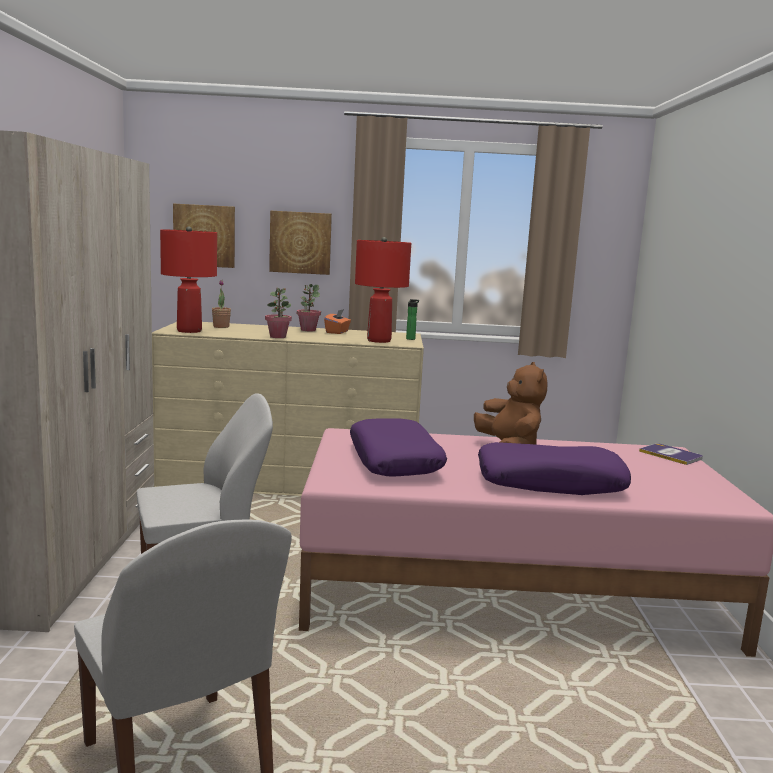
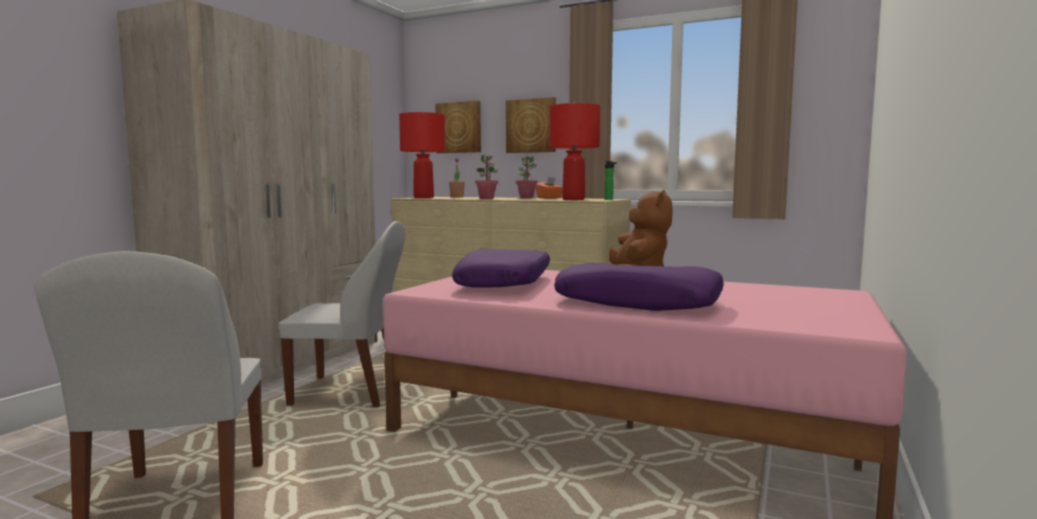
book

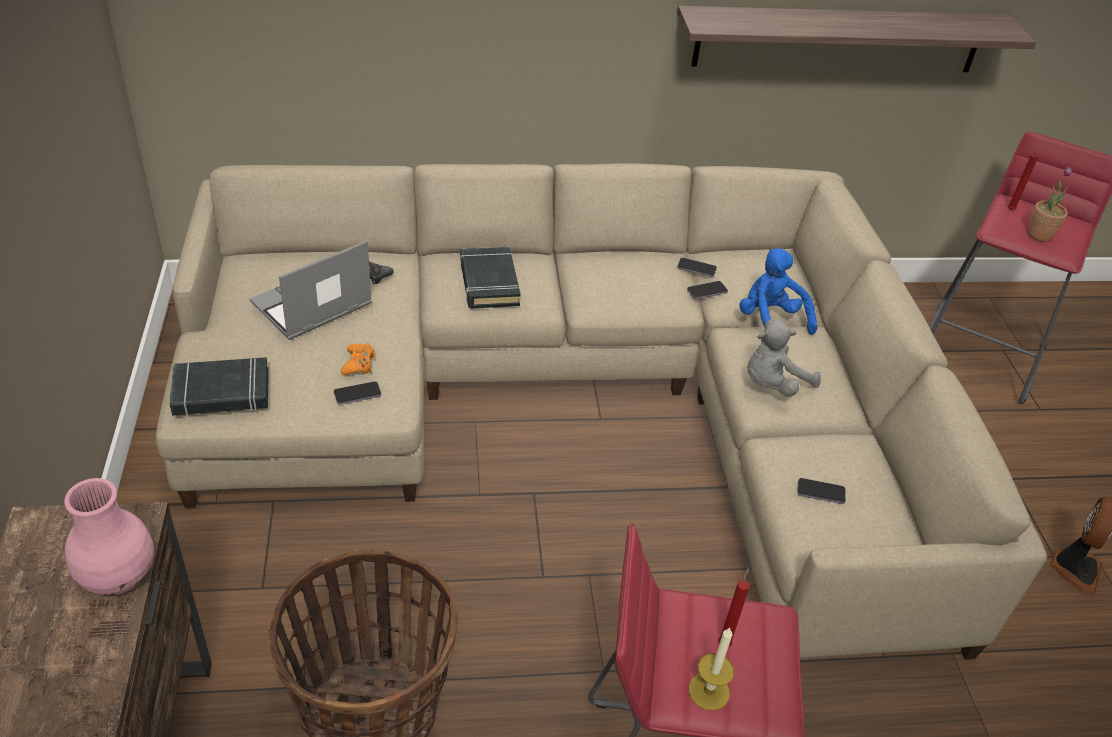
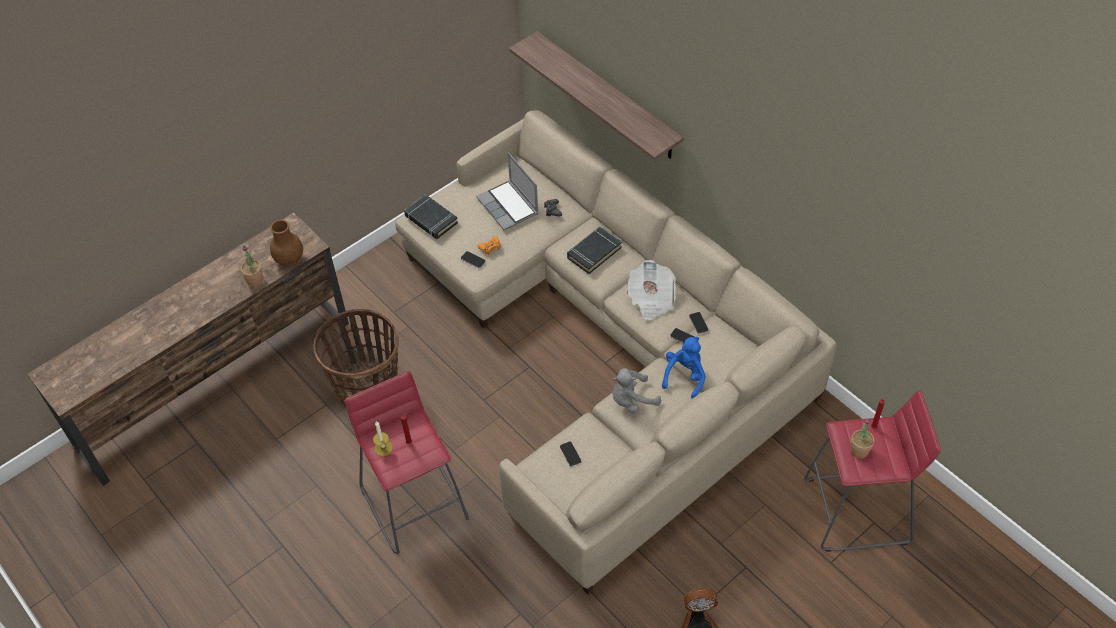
potted plant (no. 1 from left)
newspaper
bracket shelf
flower vase (brownish)
portable computer
soft toy (gray)

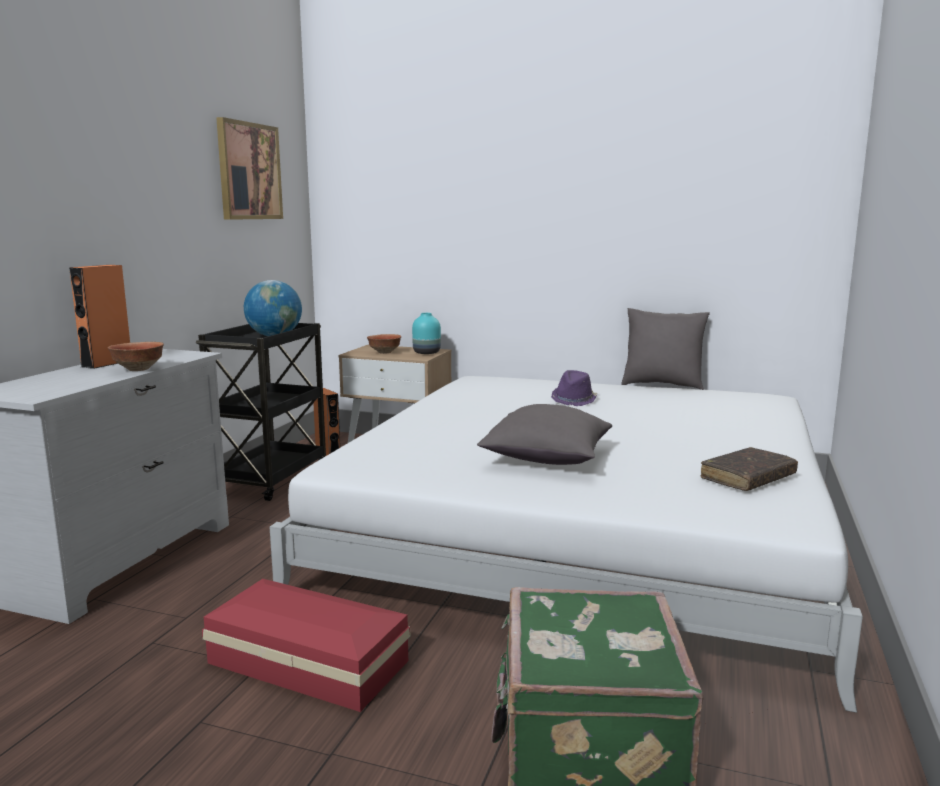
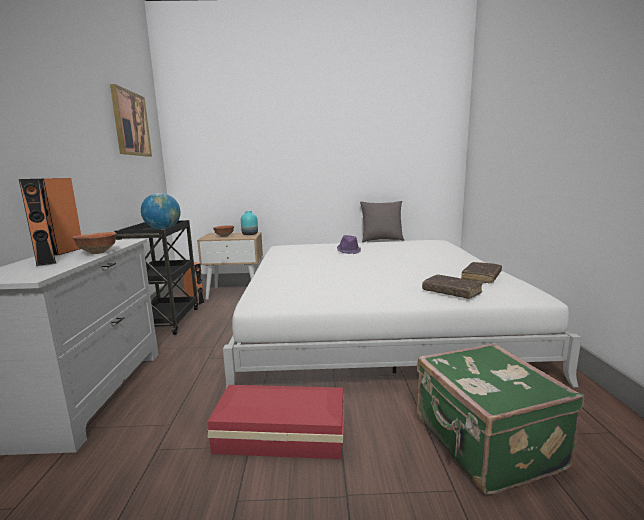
pillow (gray) (no. 1 from left in the first image)
speaker (orange-coloured) (no. 1 from left)
book (brownish) (no. 1 from left)

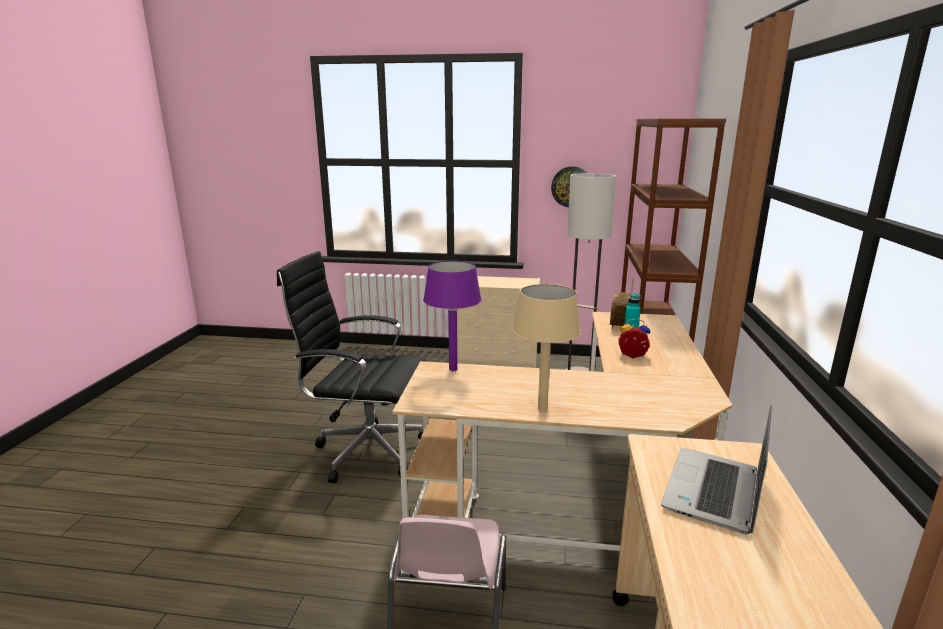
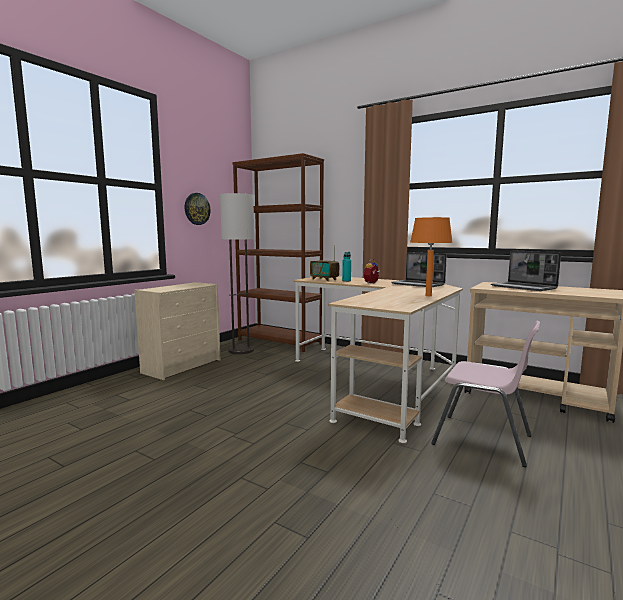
computer chair (blackish)
tabletop lamp (purplish)
portable computer (no. 1 from left)
tabletop lamp (orange-coloured)

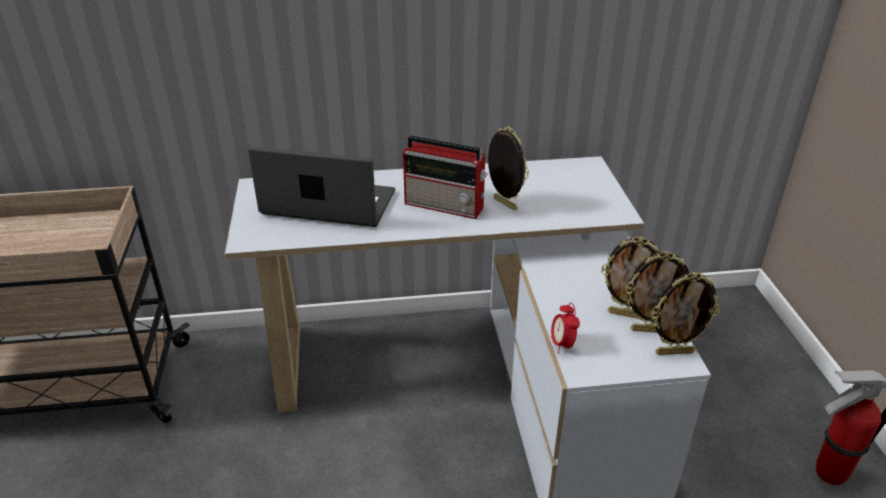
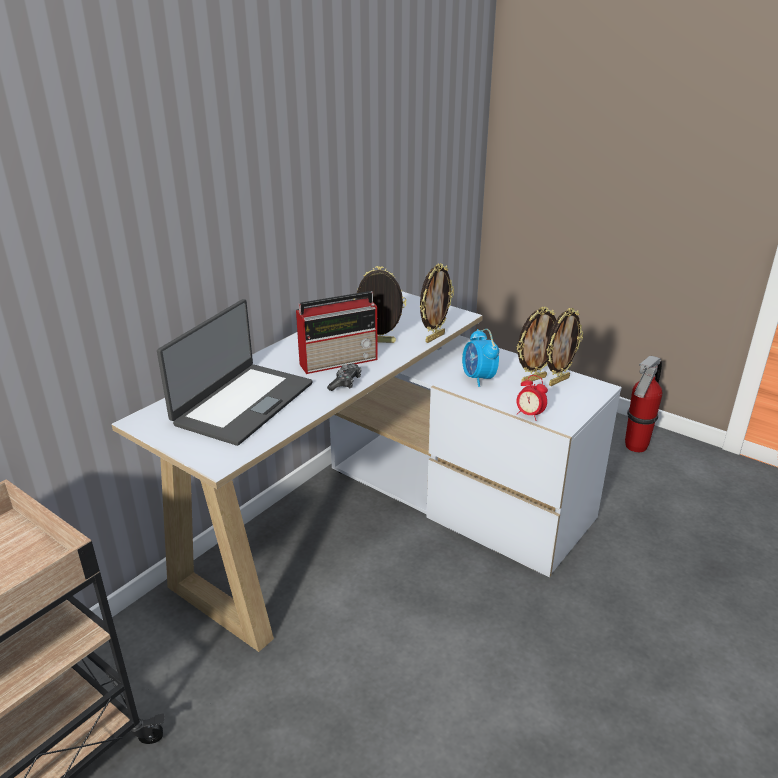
joypad
table clock (no. 1 from left)
standing frame (no. 2 from left)
portable computer

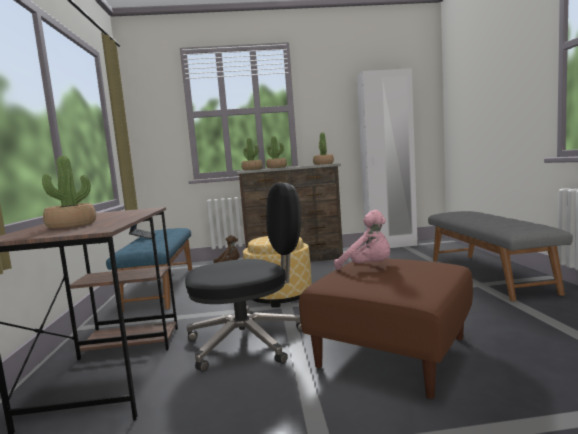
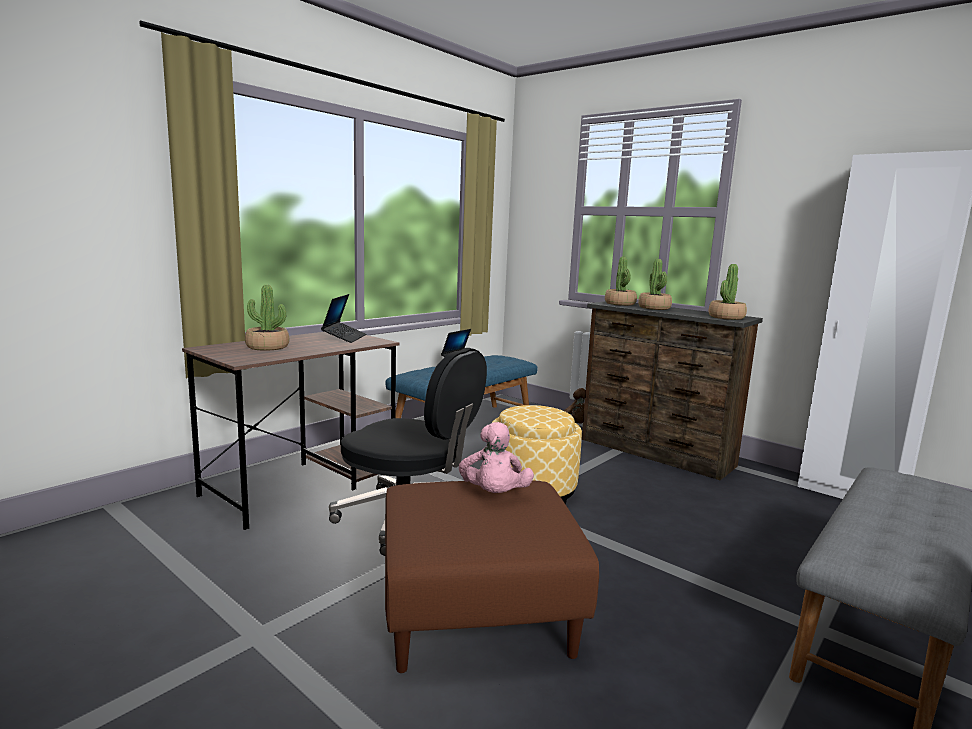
portable computer (no. 1 from left)

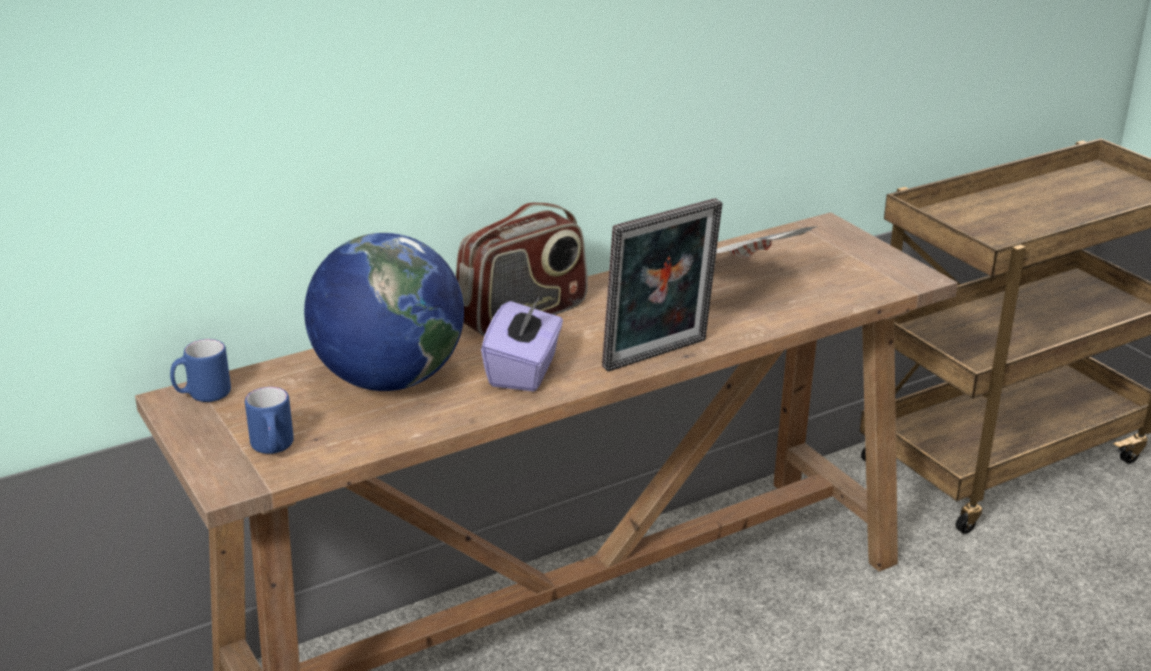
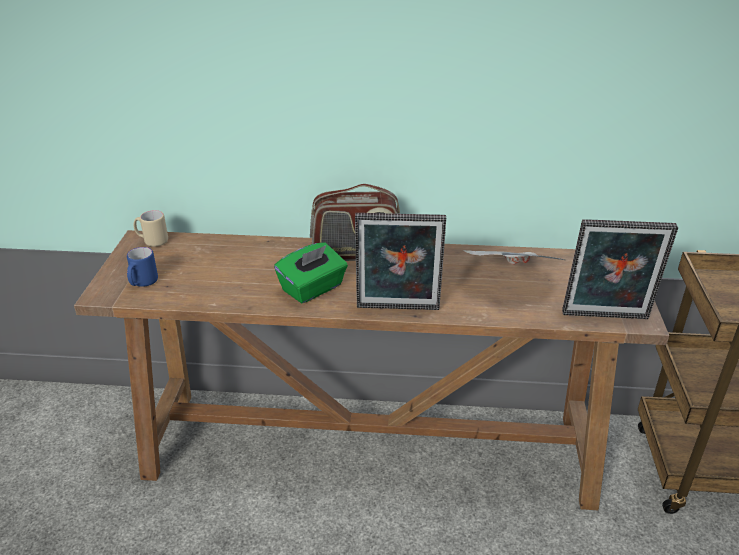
desk globe
standing frame (no. 2 from left)
mug (beige-coloured)
tissue box (green-coloured)

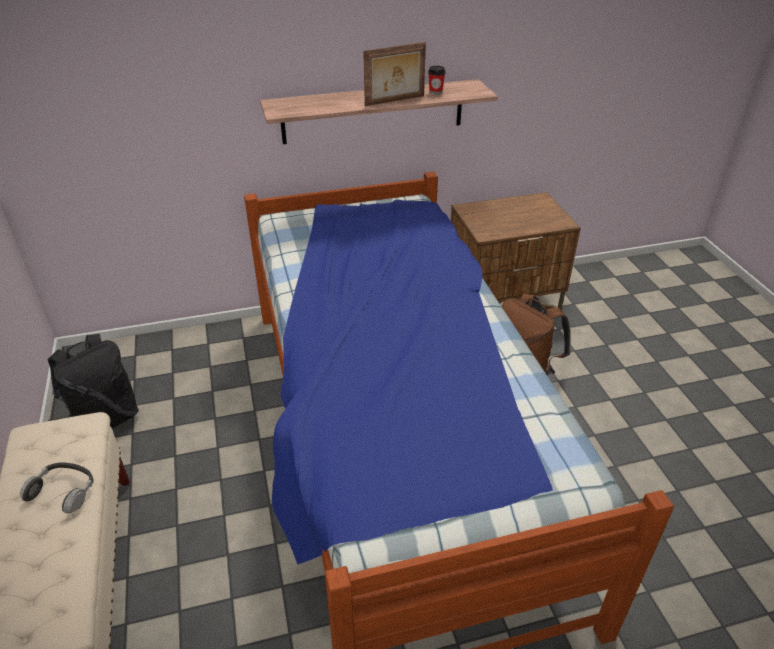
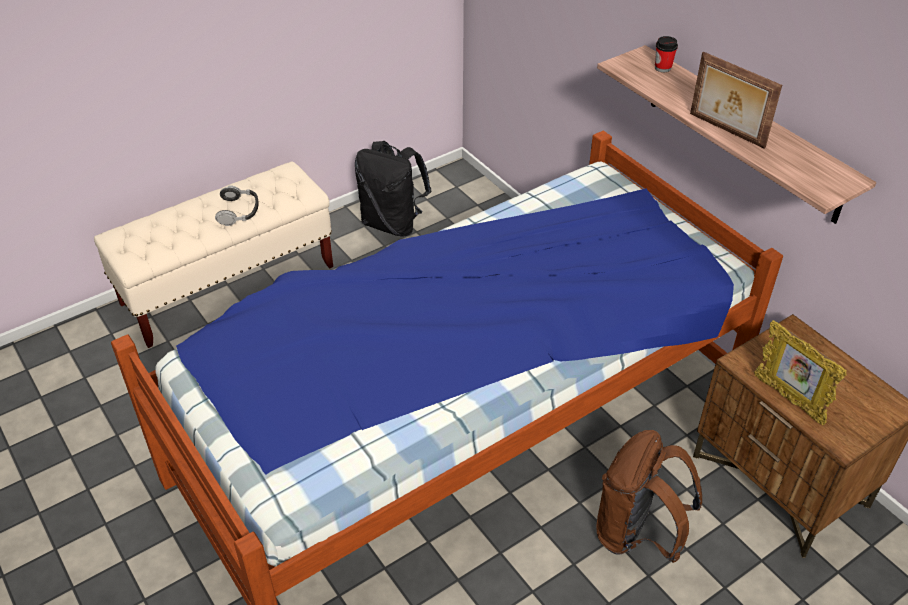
standing frame (no. 2 from left)
cup

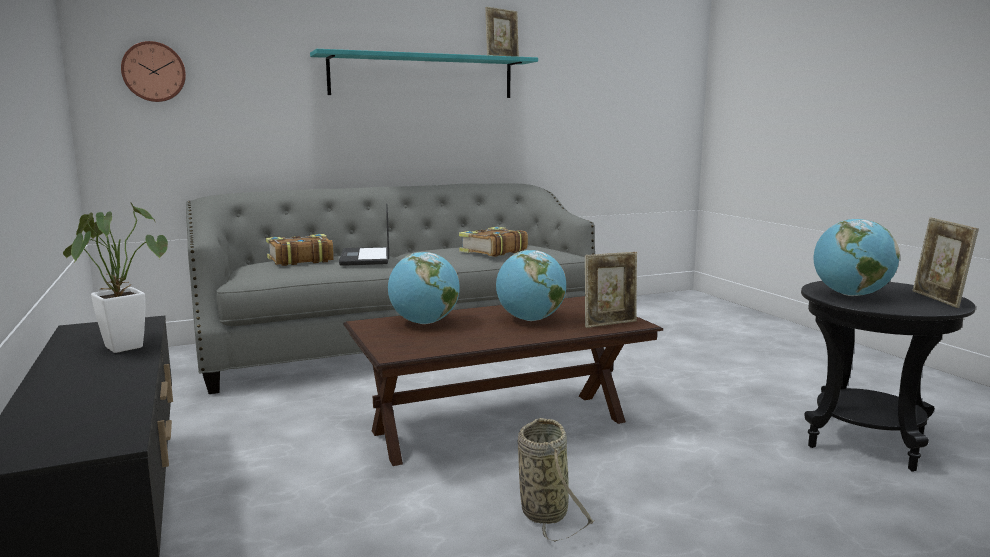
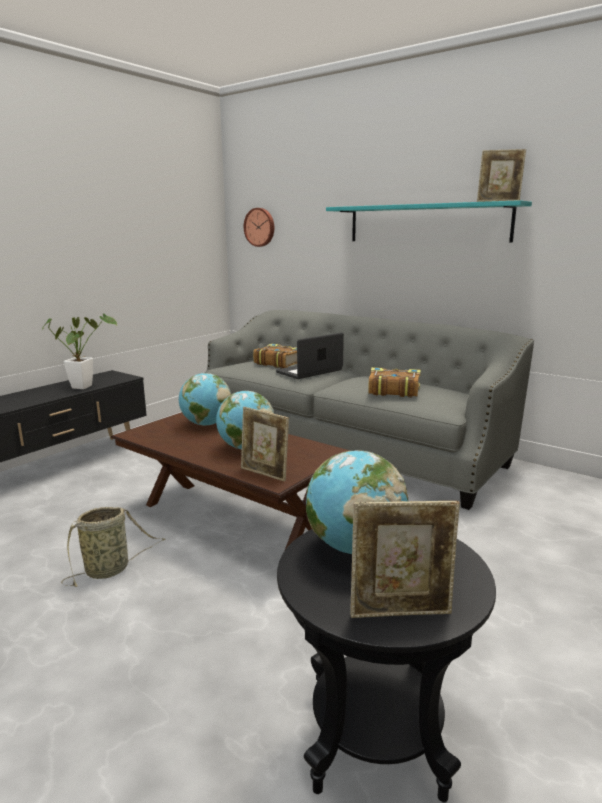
standing frame (no. 2 from left)

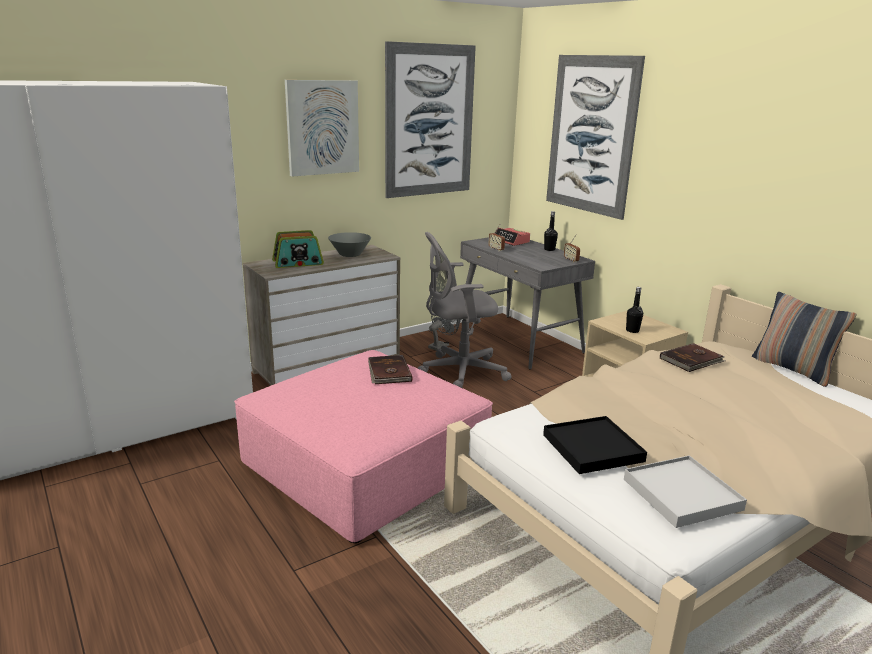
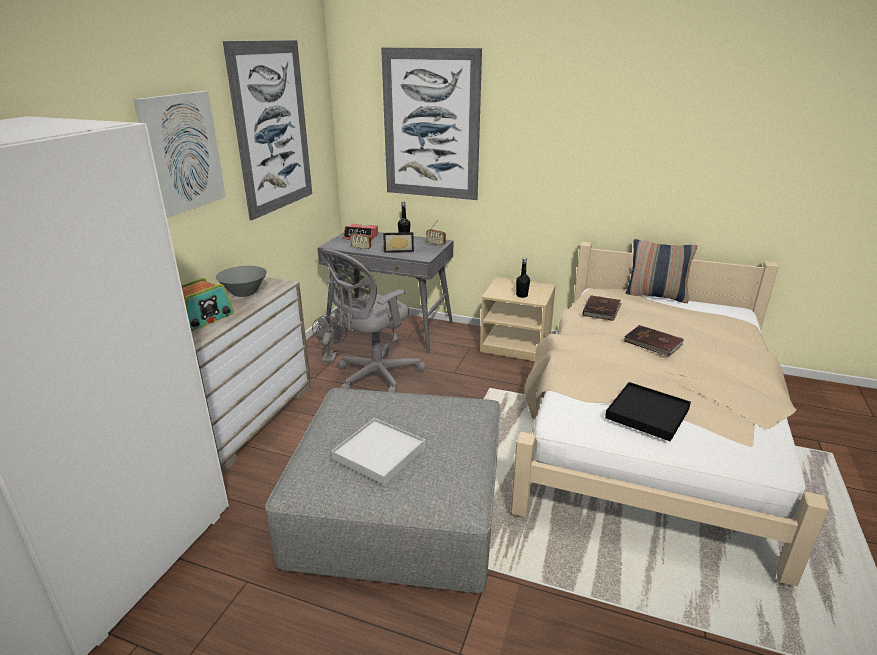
standing frame
book (brownish) (no. 2 from left)
carrying tray (whitish)
ottoman (gray)

